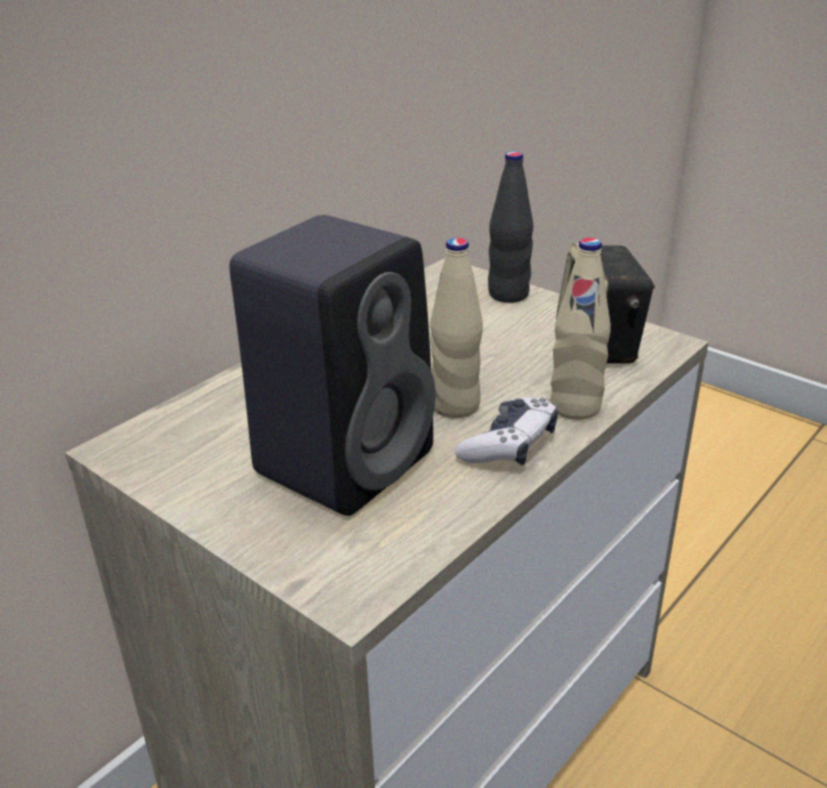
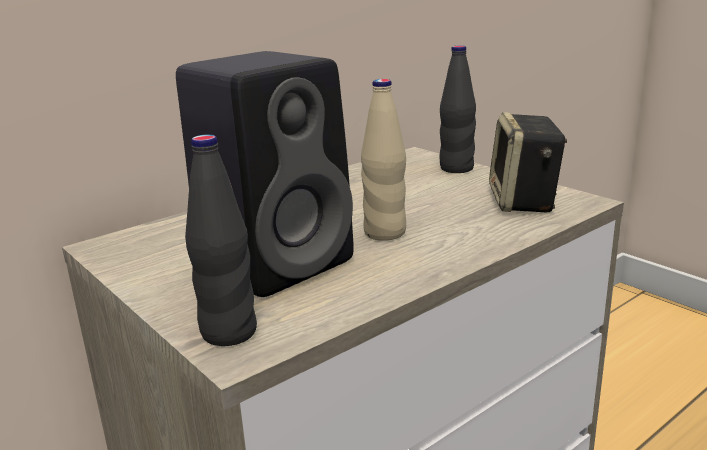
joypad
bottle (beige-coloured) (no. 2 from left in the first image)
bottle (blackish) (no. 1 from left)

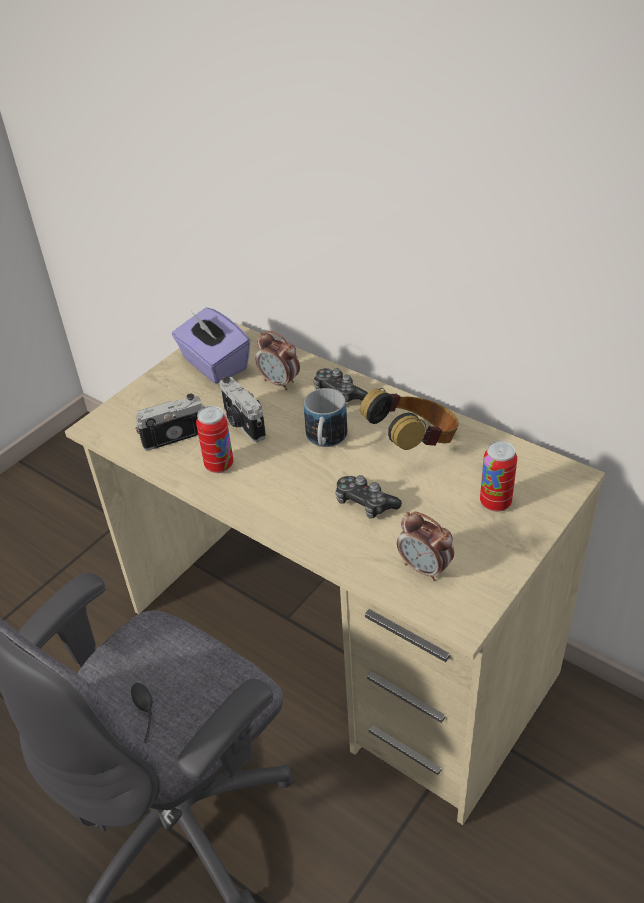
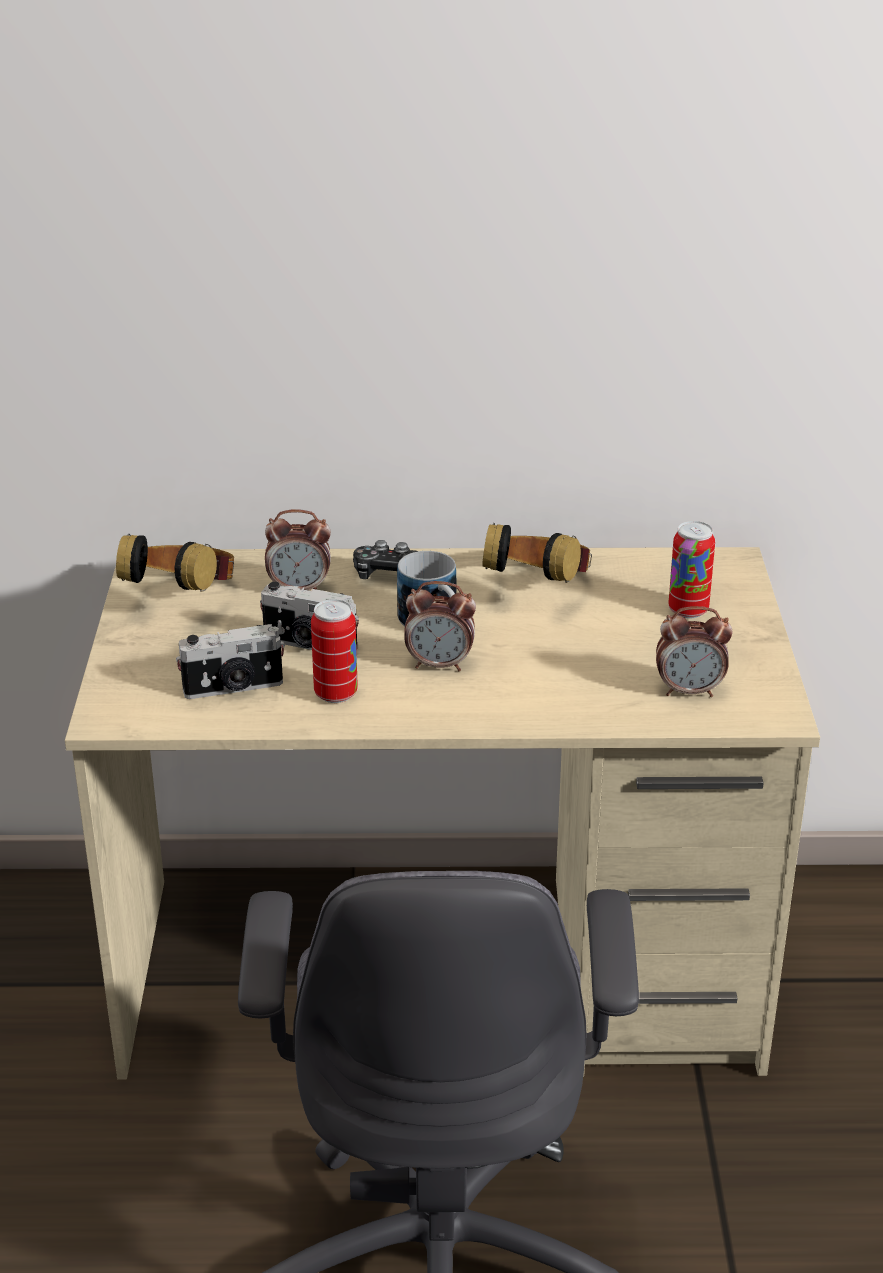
joypad (no. 2 from left in the first image)
table clock (no. 2 from left)
pair of headphones (no. 1 from left)
still camera (no. 1 from left)

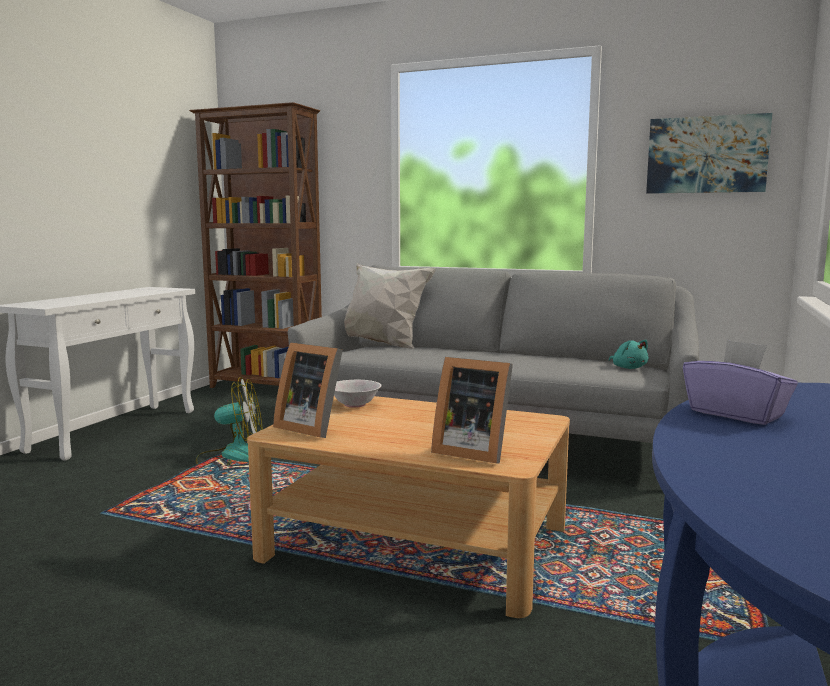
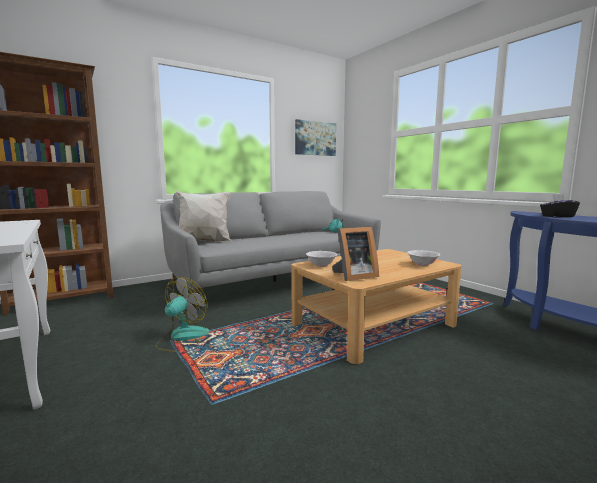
serving bowl (whitish) (no. 2 from left)
tissue box (blackish)

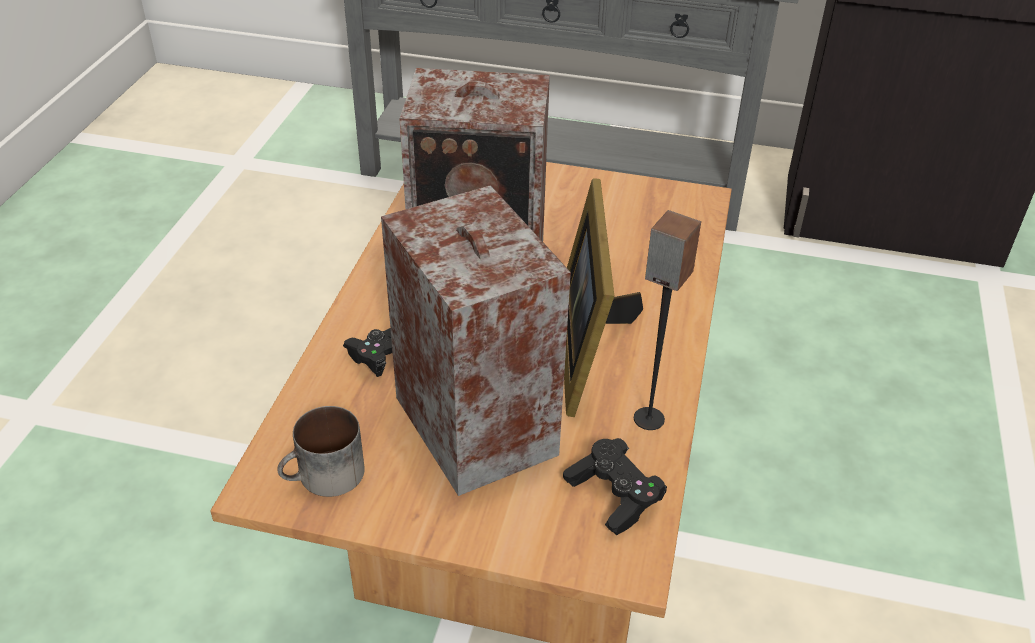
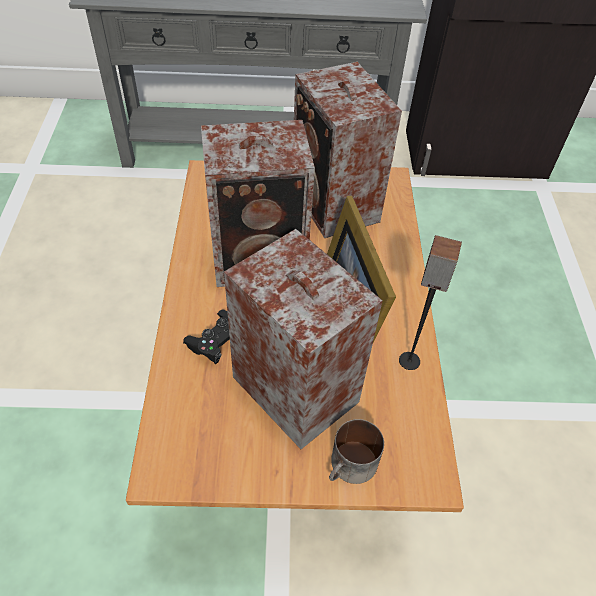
joypad (blackish) (no. 2 from left in the first image)
speaker (no. 3 from left)
mug

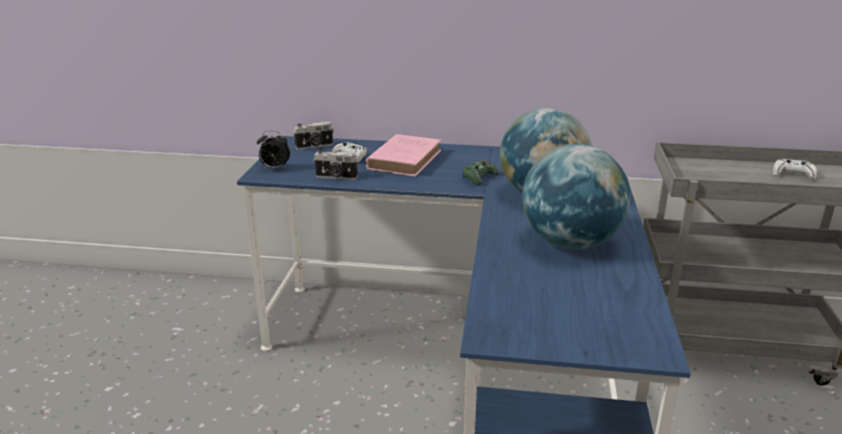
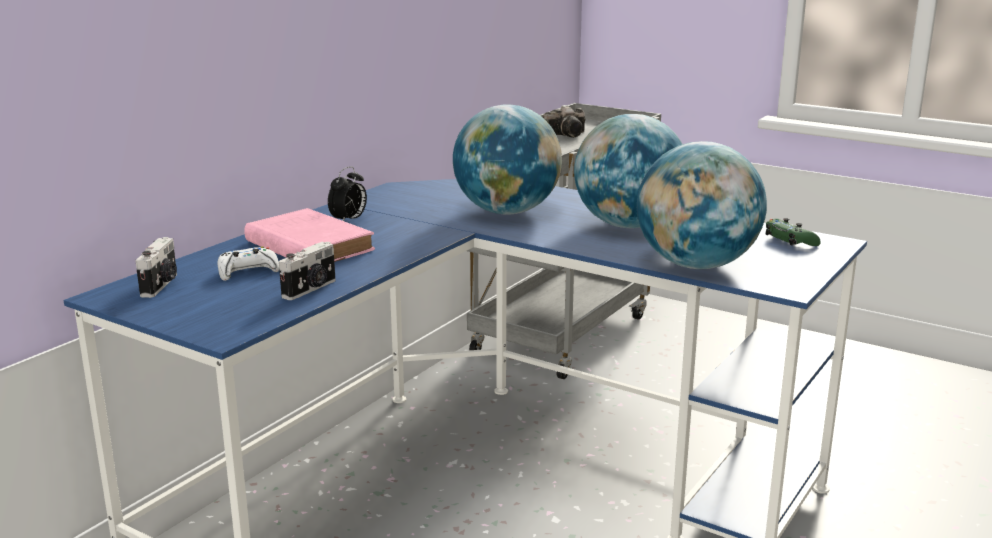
desk globe (no. 3 from left)
table clock
joypad (green-coloured)
still camera (no. 3 from left)

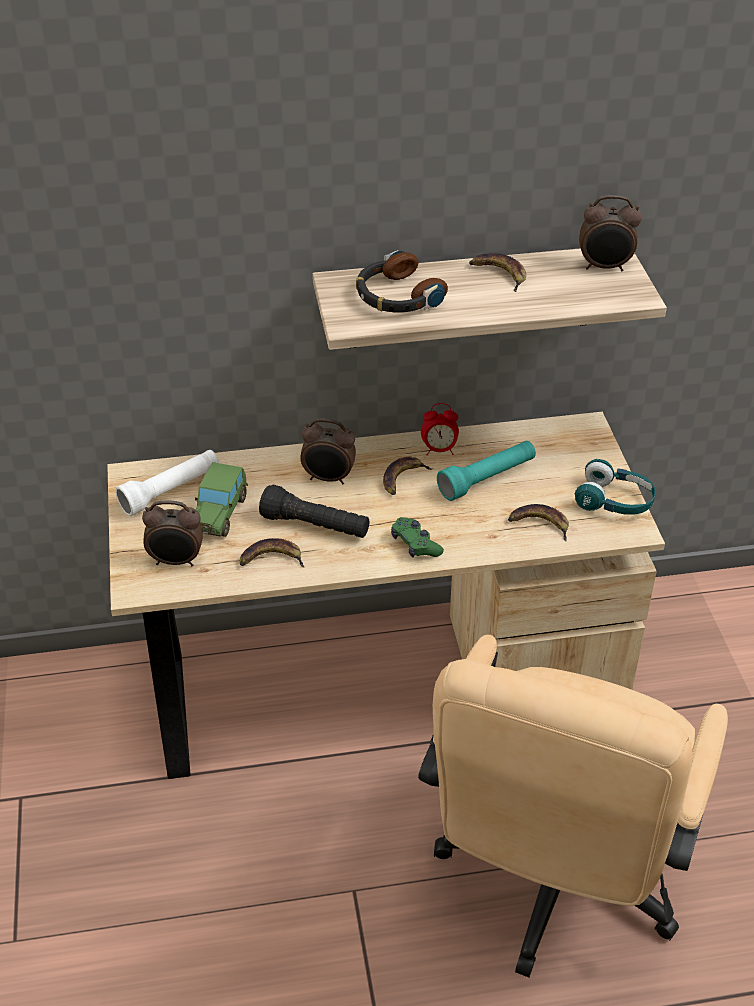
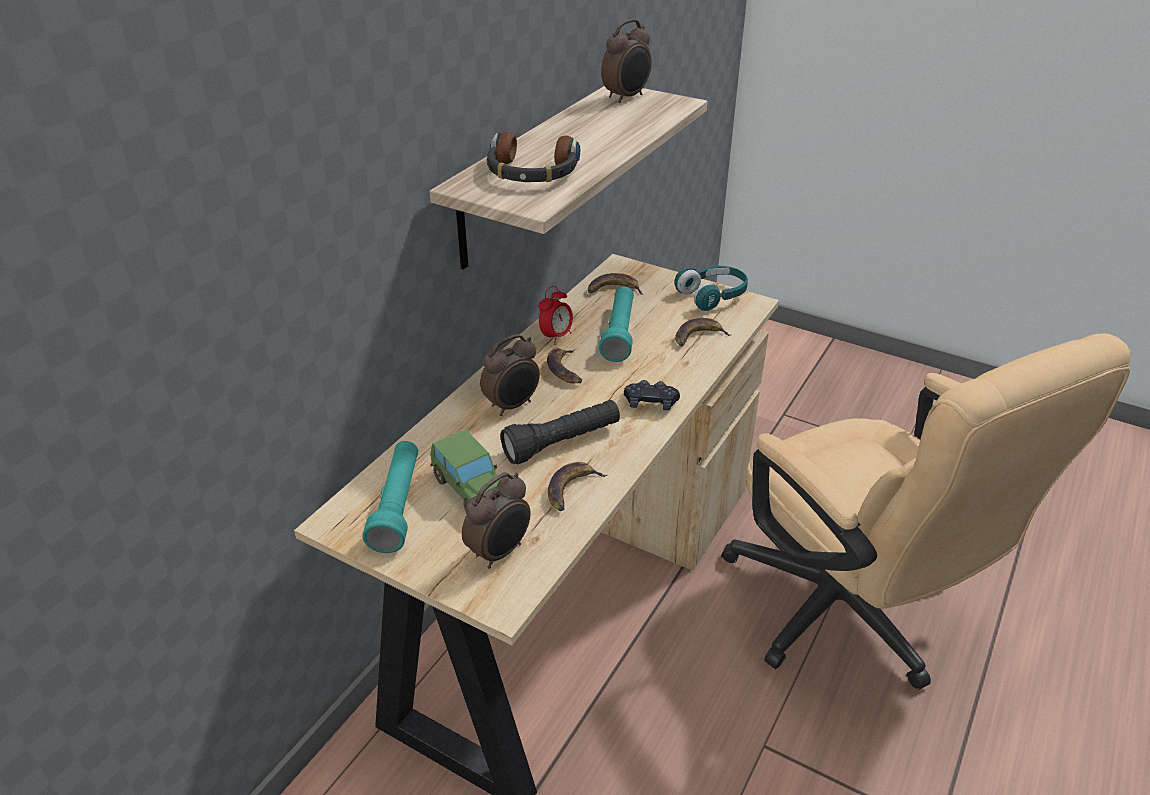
whole banana (no. 3 from left)
torch (blue-green) (no. 1 from left)
joypad (blackish)

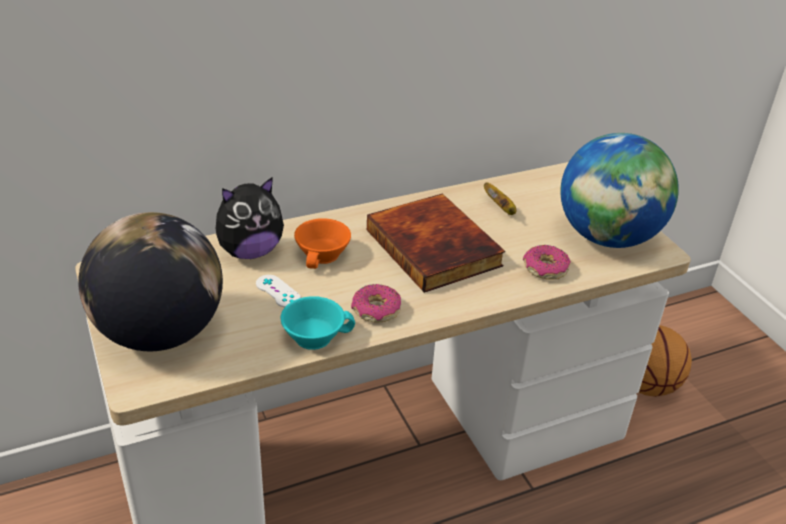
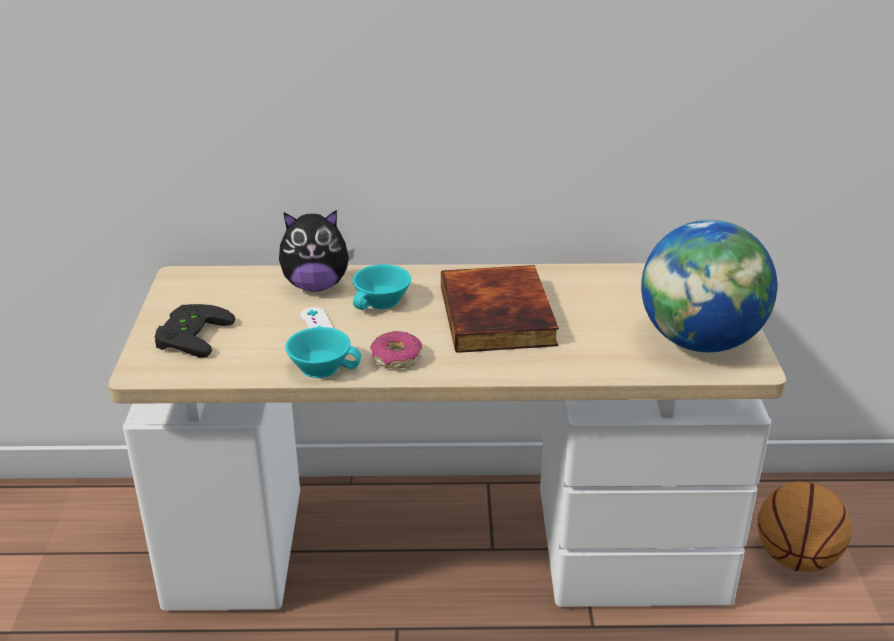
whole banana
doughnut (no. 2 from left in the first image)
joypad (blackish)
cup (blue-green) (no. 2 from left)

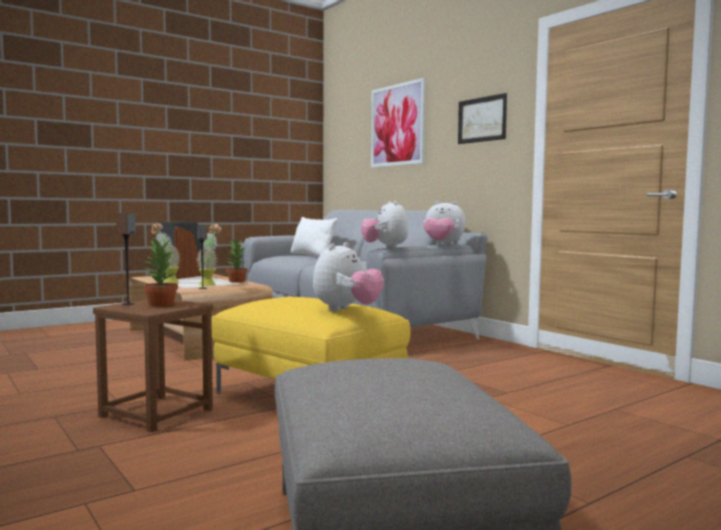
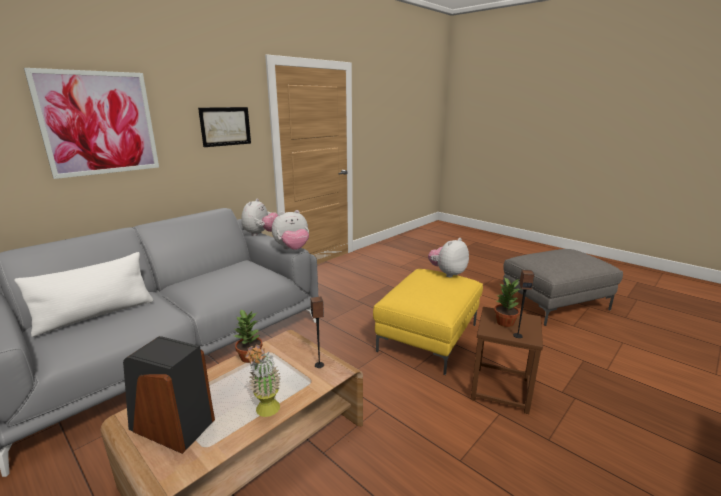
potted plant (no. 3 from left in the first image)
soft toy (no. 3 from left)

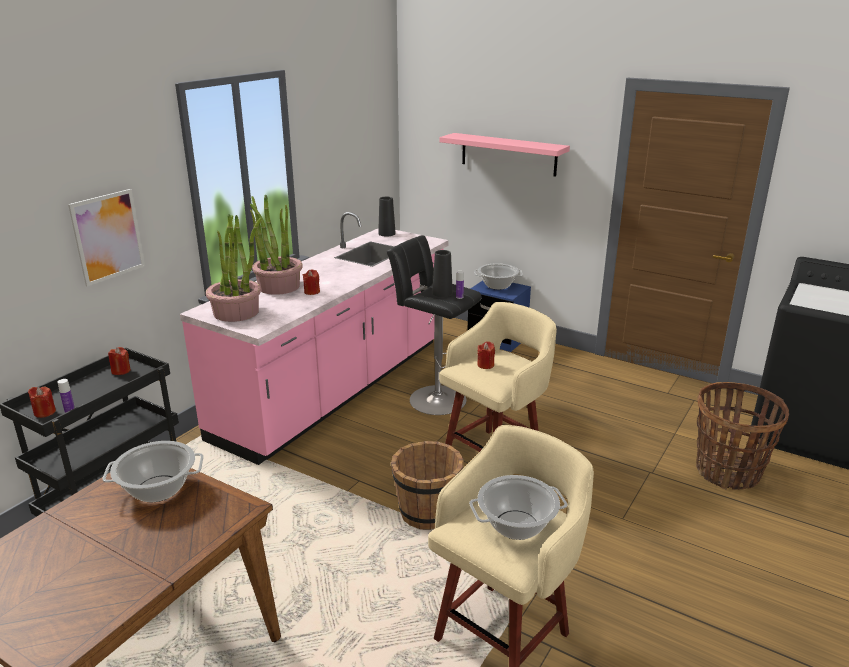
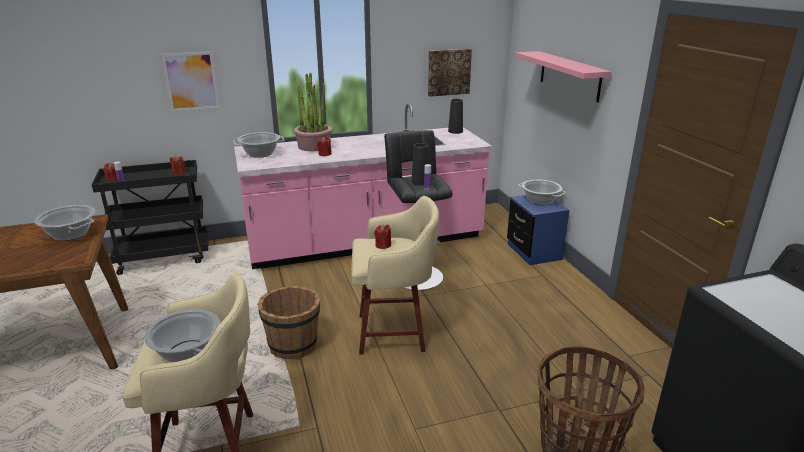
picture (no. 2 from left)
stockpot (no. 3 from left)

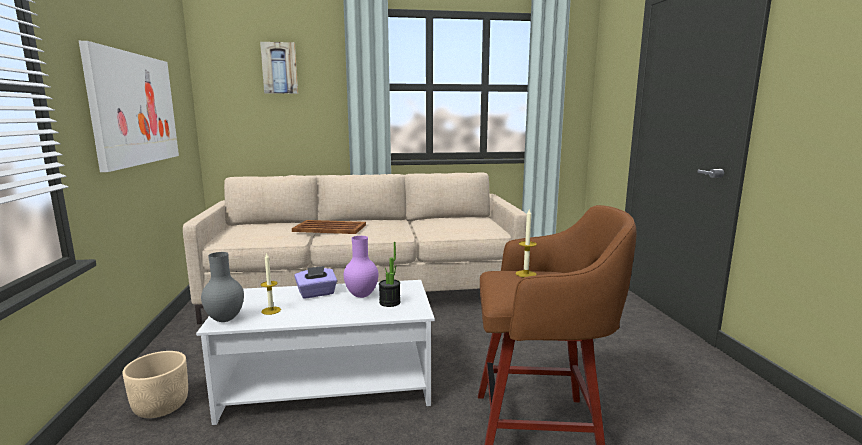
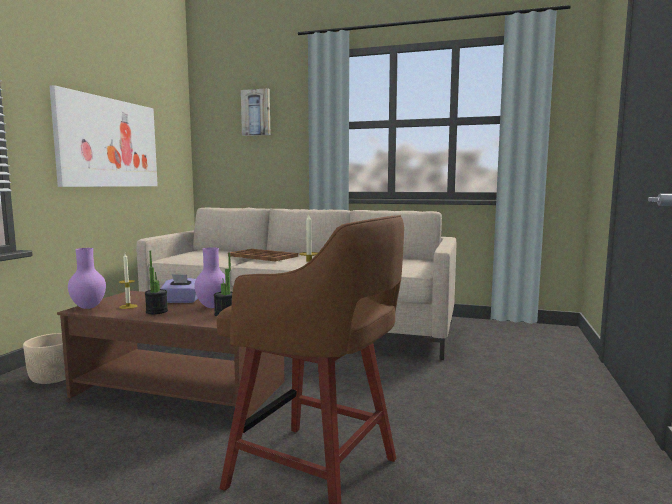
potted plant (no. 1 from left)
lounge table (brownish)
flower vase (purplish) (no. 1 from left)

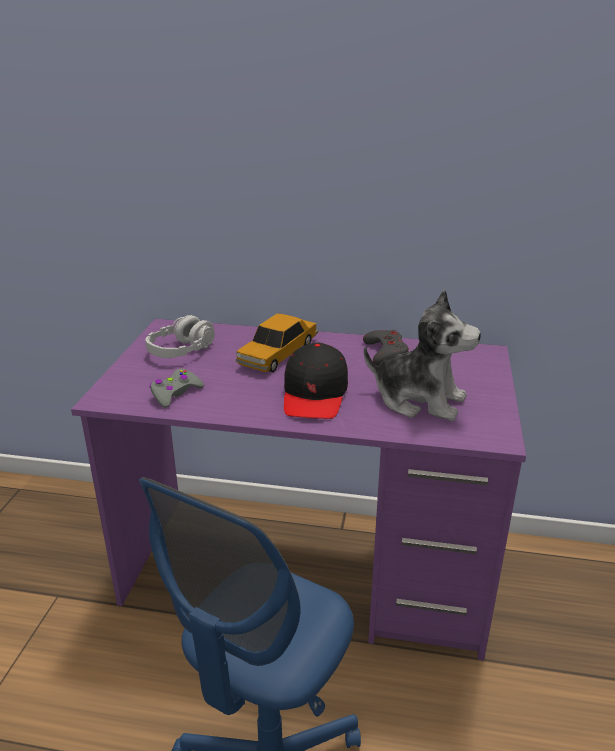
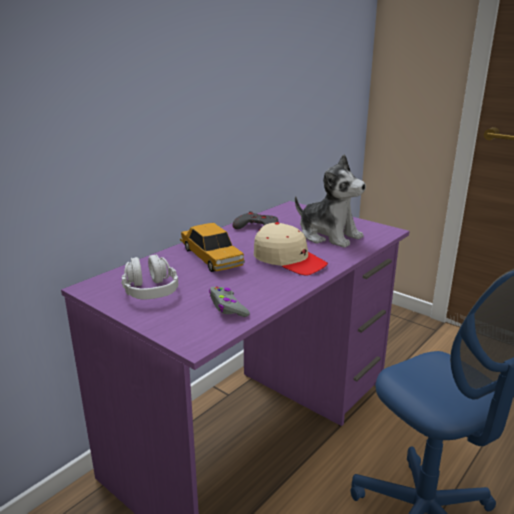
cap (beige-coloured)
soft toy

